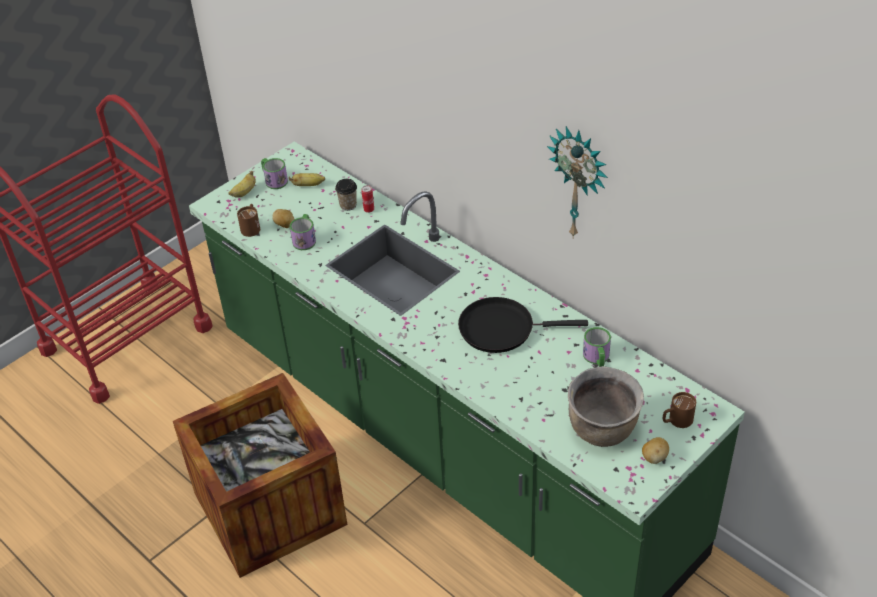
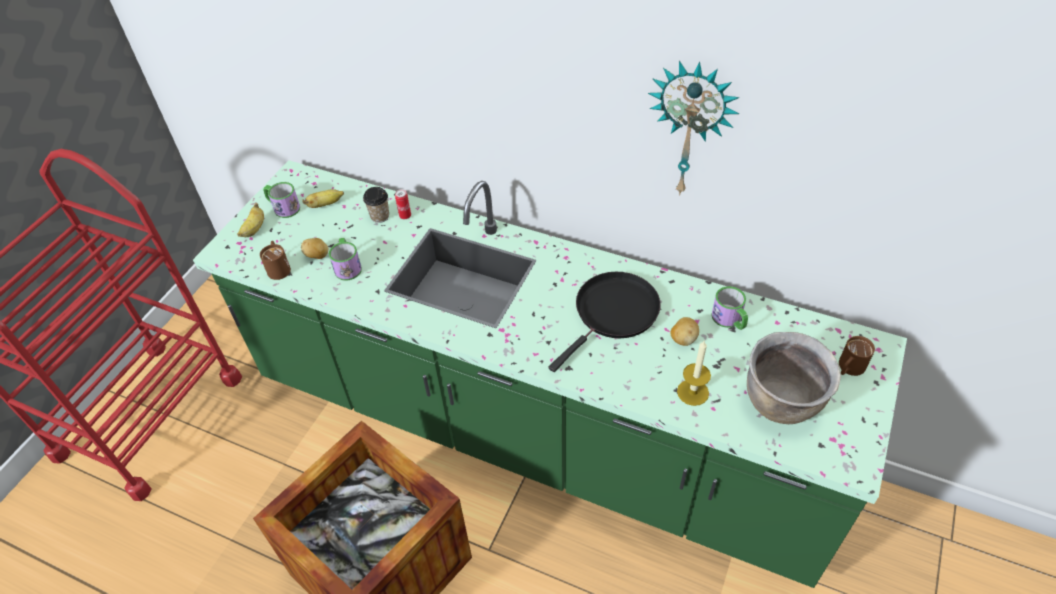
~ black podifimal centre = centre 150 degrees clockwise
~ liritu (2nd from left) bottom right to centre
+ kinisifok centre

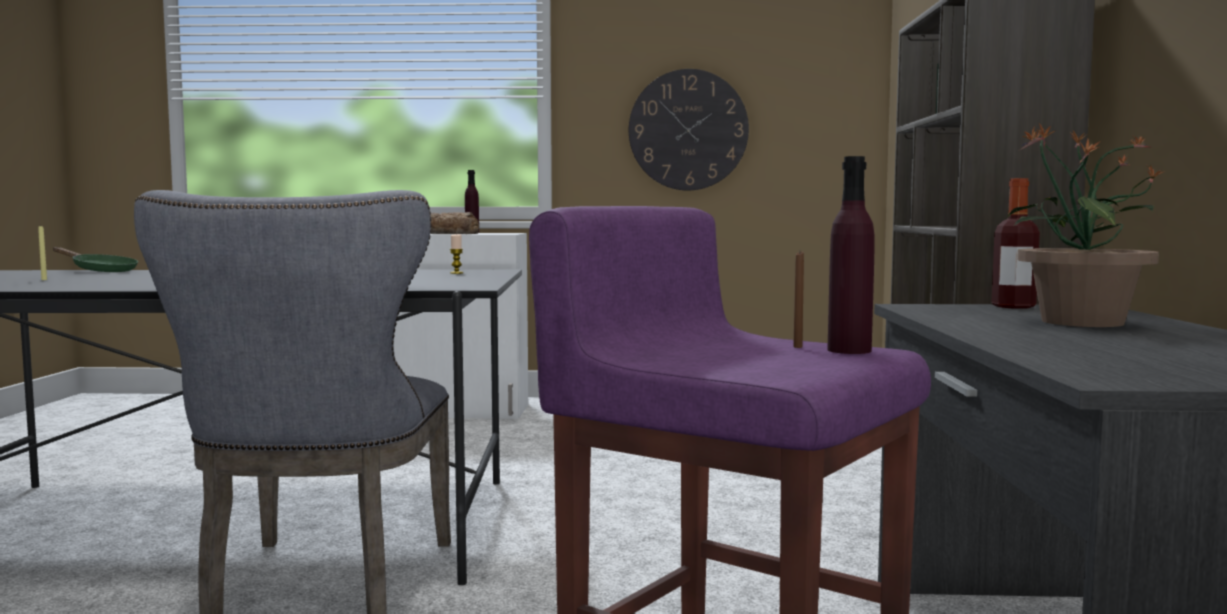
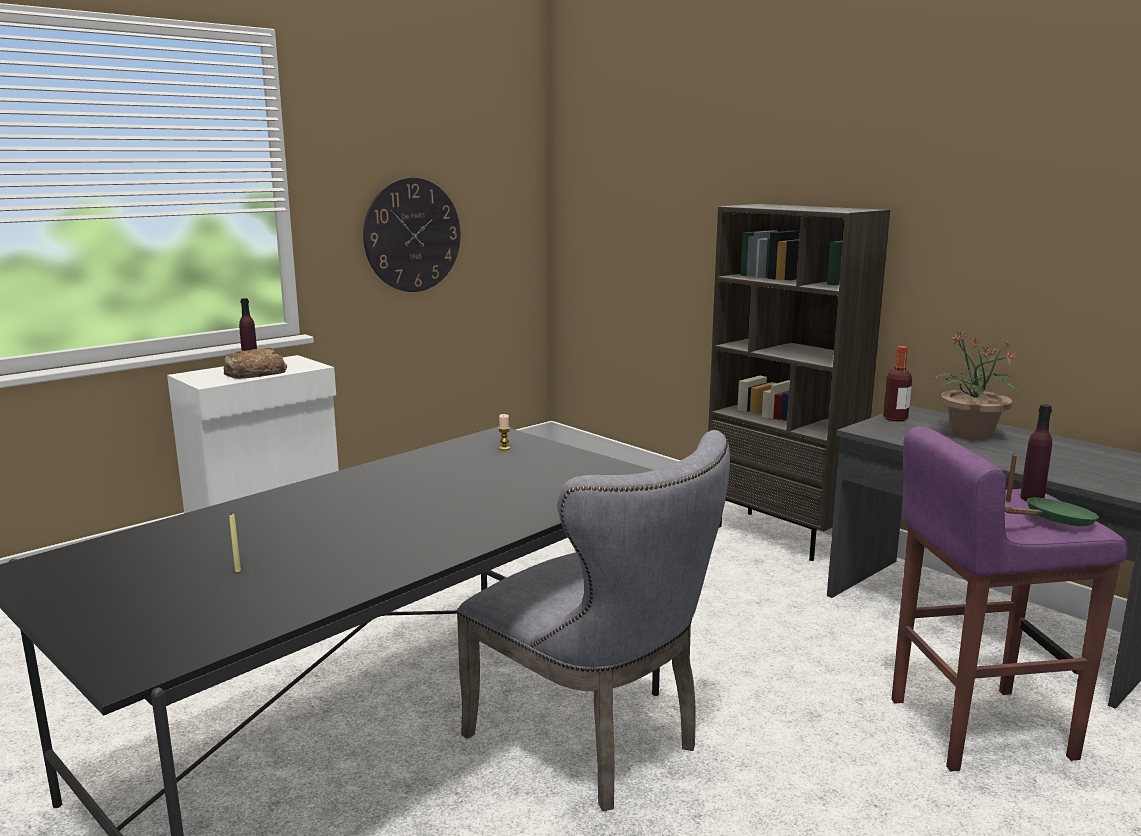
~ green podifimal middle left to middle right

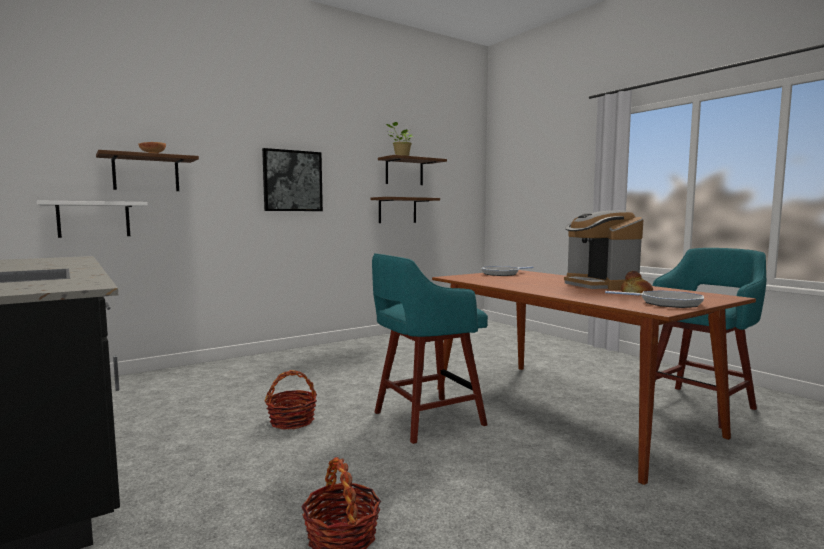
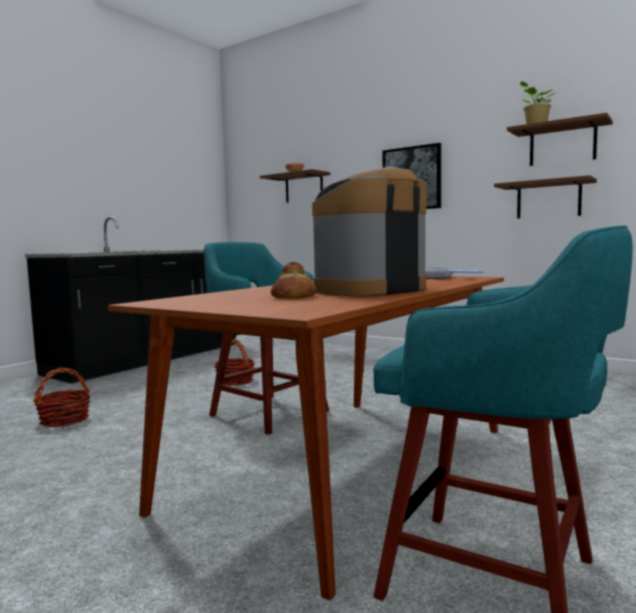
- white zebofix middle left
- podifimal (2nd from left) middle right

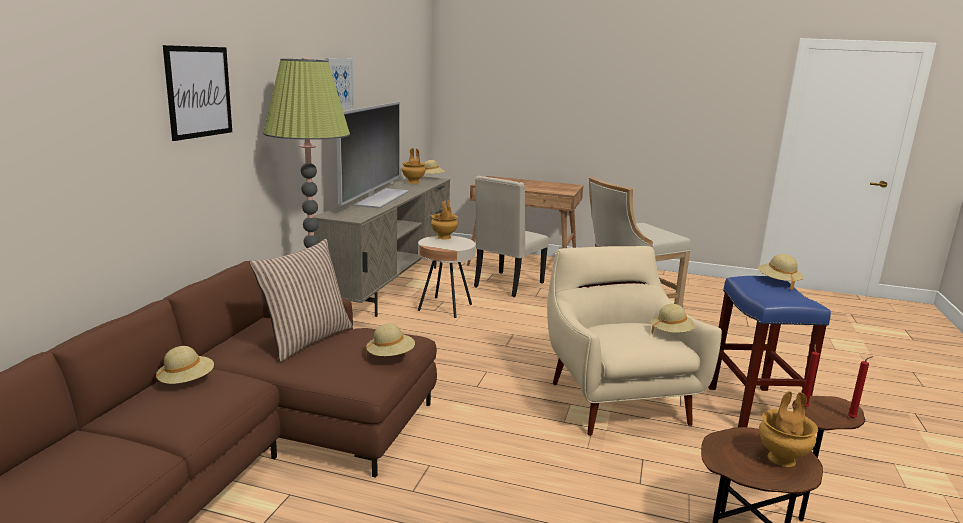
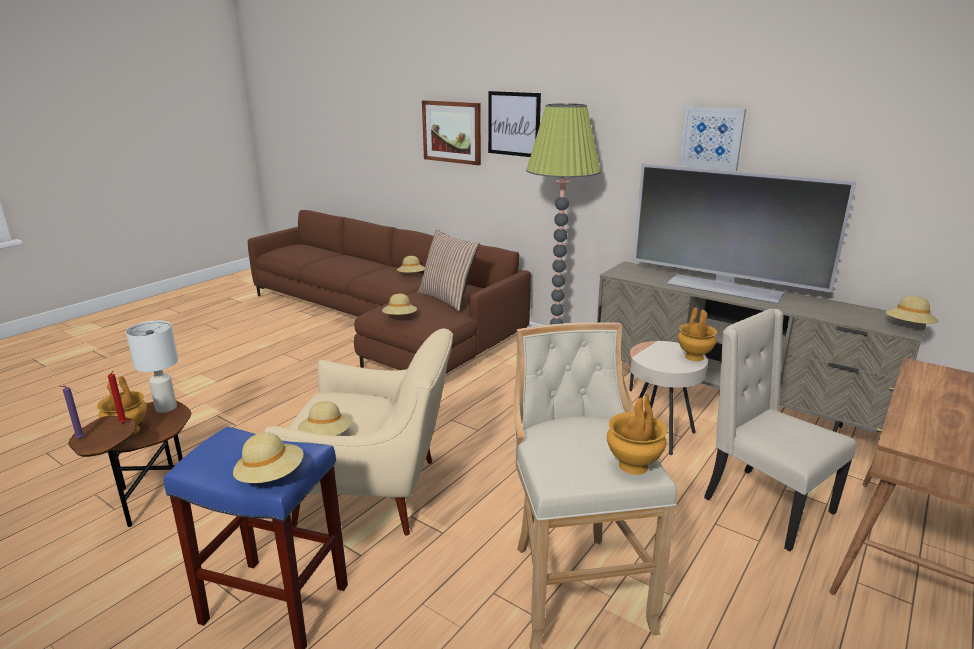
~ red kinisifok (2nd from left) bottom right to purple kinisifok middle left
+ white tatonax middle left
+ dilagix (1st from left) top centre
~ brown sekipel (1st from left in the first image) top centre to brown sekipel (2nd from left) bottom centre

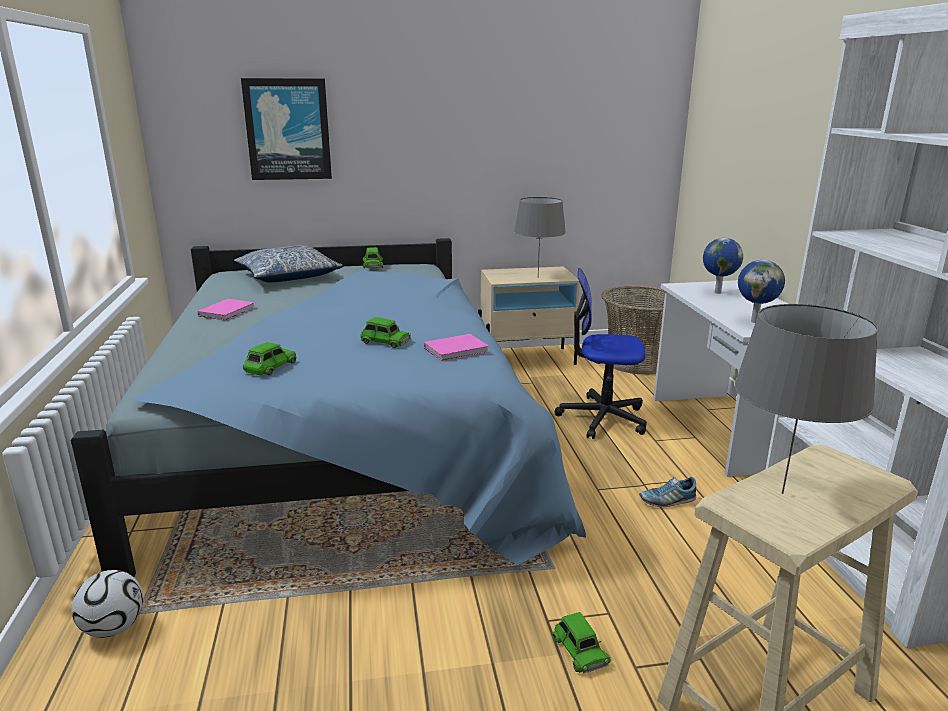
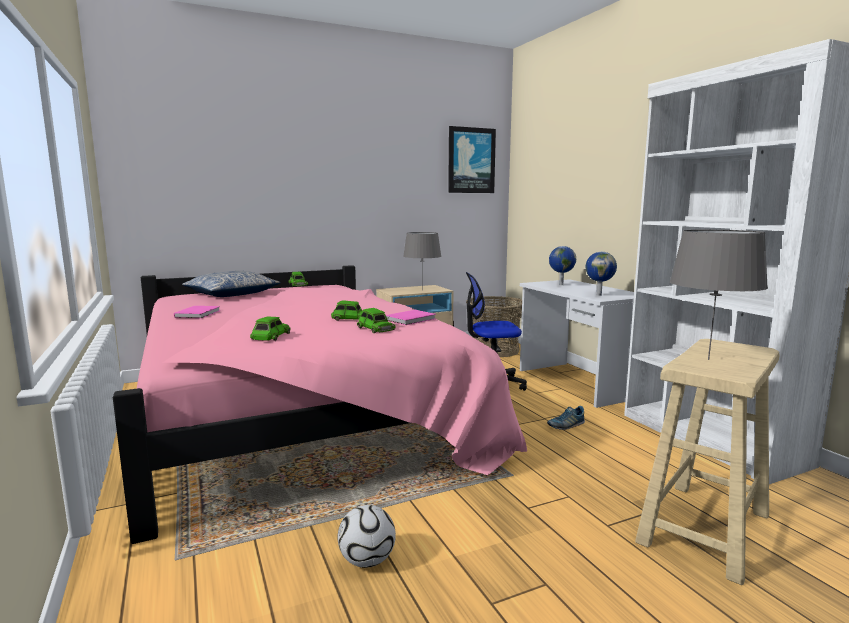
~ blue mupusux centre to pink mupusux centre
~ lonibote bottom left to bottom centre
~ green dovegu (4th from left) bottom centre to centre
~ dilagix top left to top centre

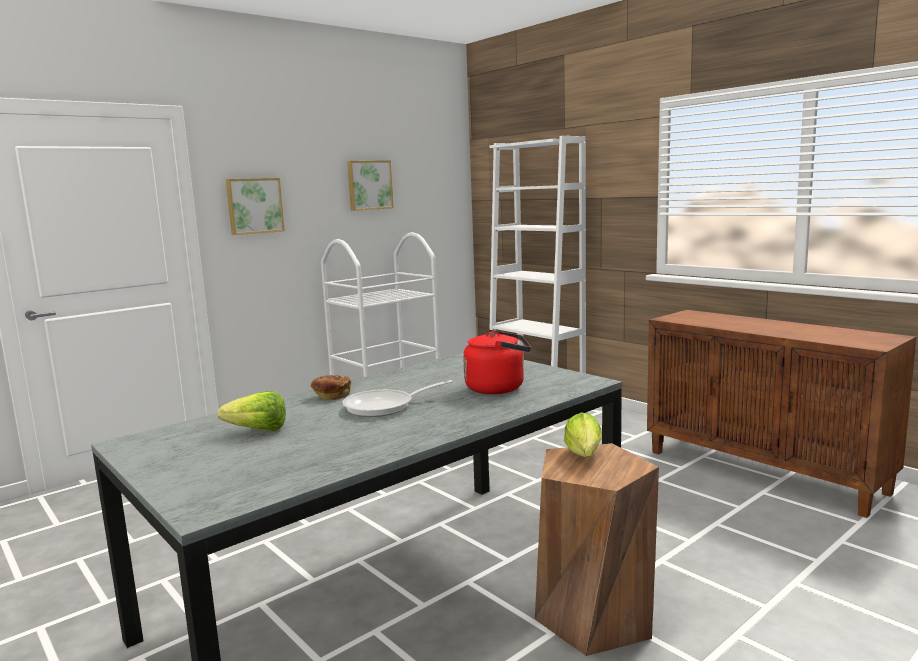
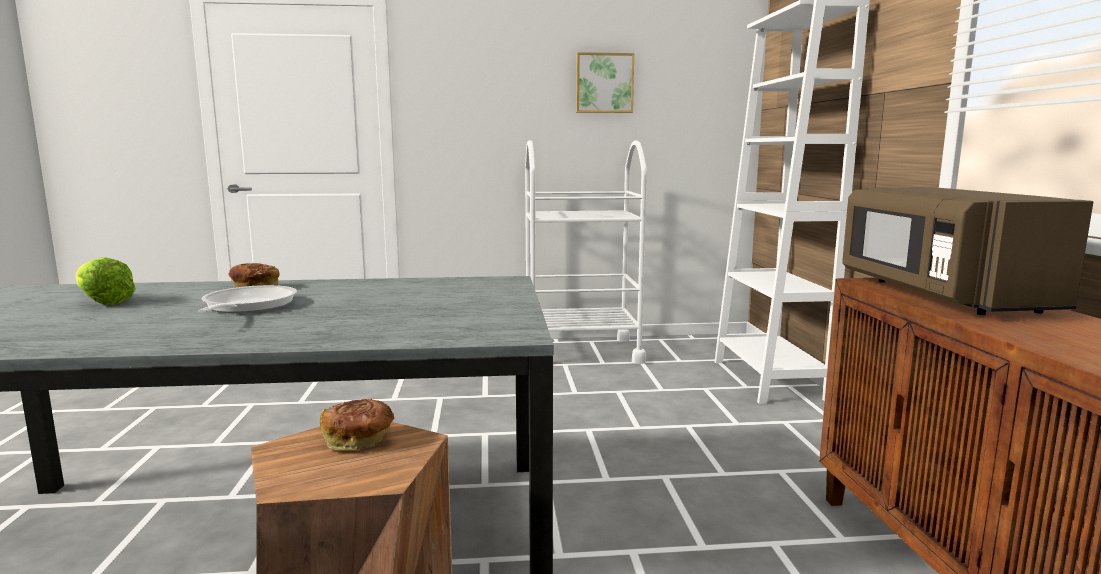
~ podifimal centre = middle left 75 degrees clockwise
~ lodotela (2nd from left) centre to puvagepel (2nd from left) bottom left
+ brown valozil middle right
- dilagix (1st from left) top left
- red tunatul centre

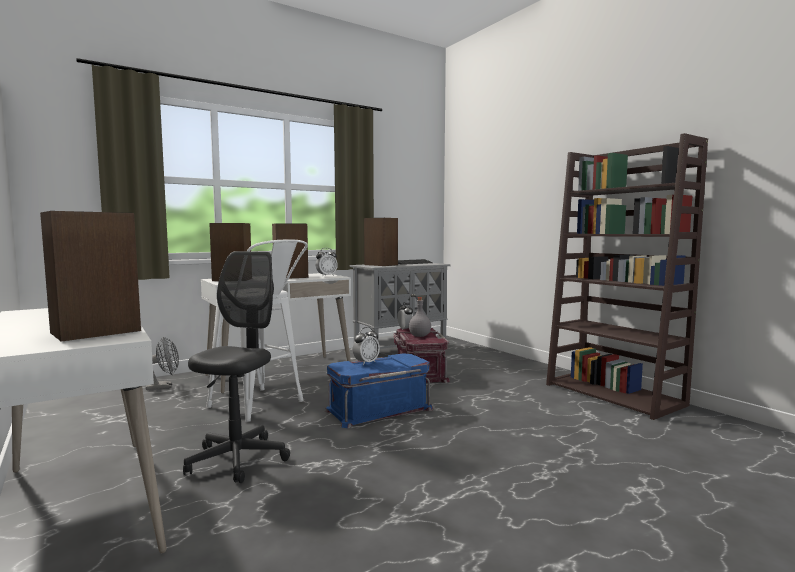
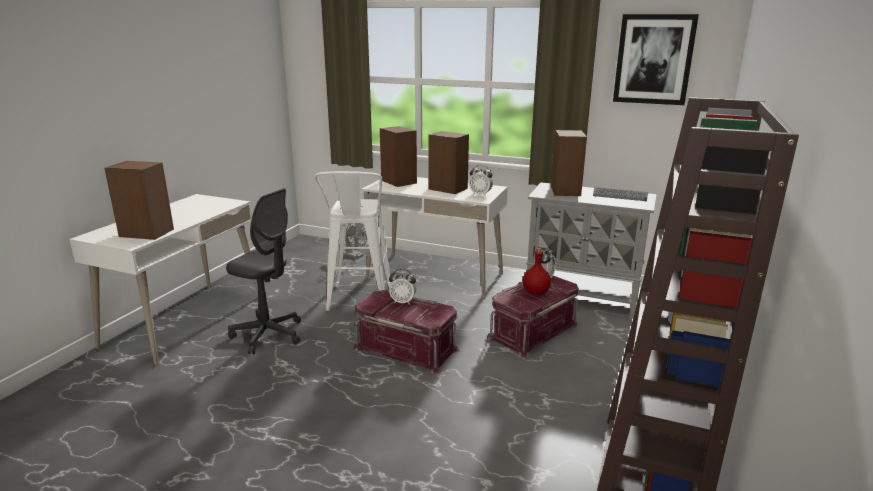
~ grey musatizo middle left = middle left 45 degrees clockwise
~ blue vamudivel bottom centre to red vamudivel (1st from left) bottom centre
~ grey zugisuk centre to red zugisuk centre
+ dilagix top right

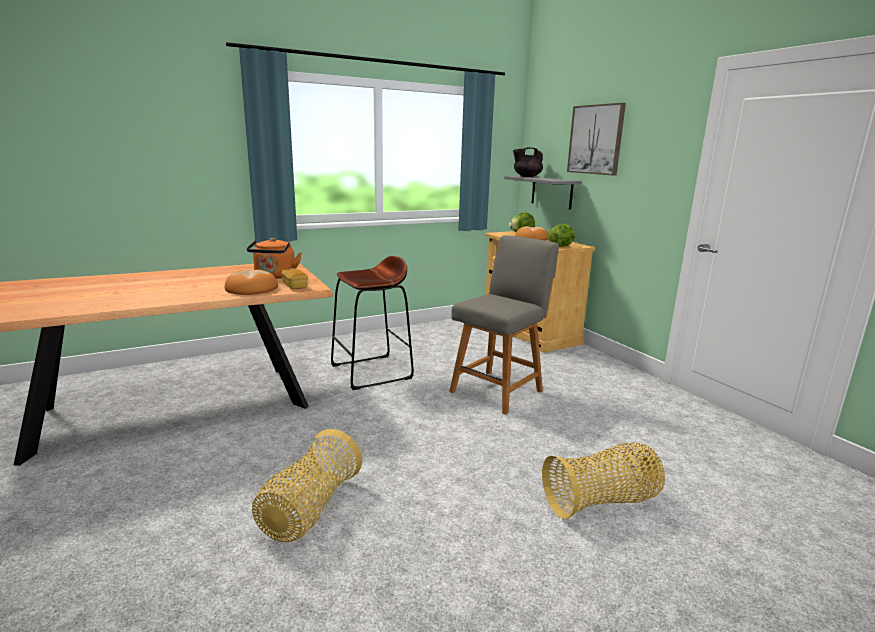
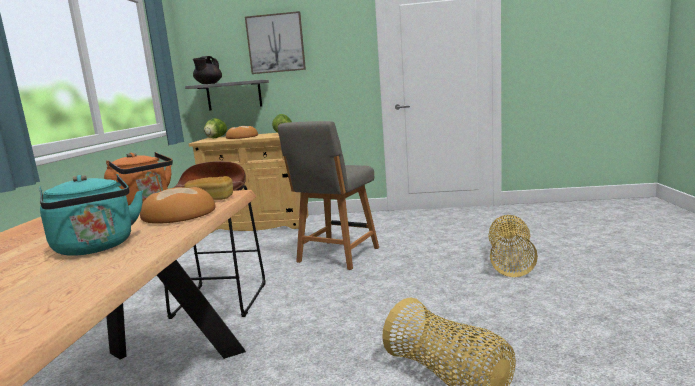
+ turquoise tunatul middle left
~ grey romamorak centre = centre 135 degrees counterclockwise

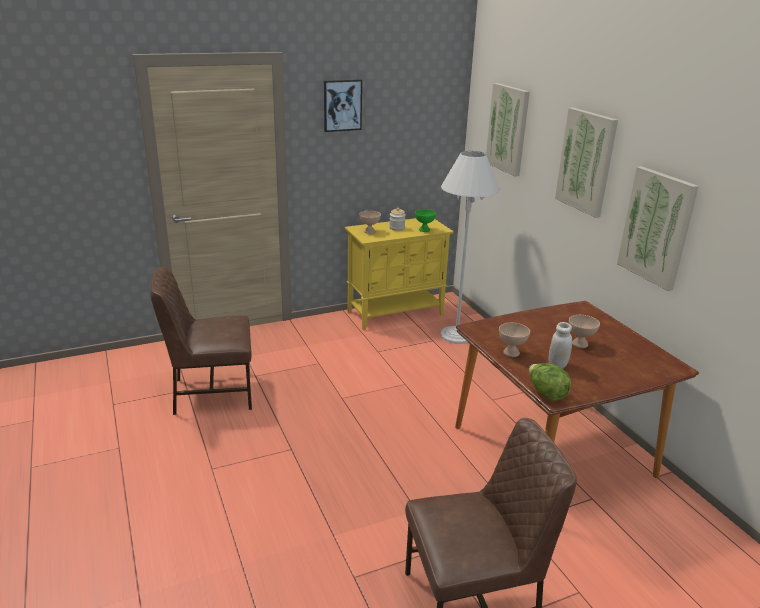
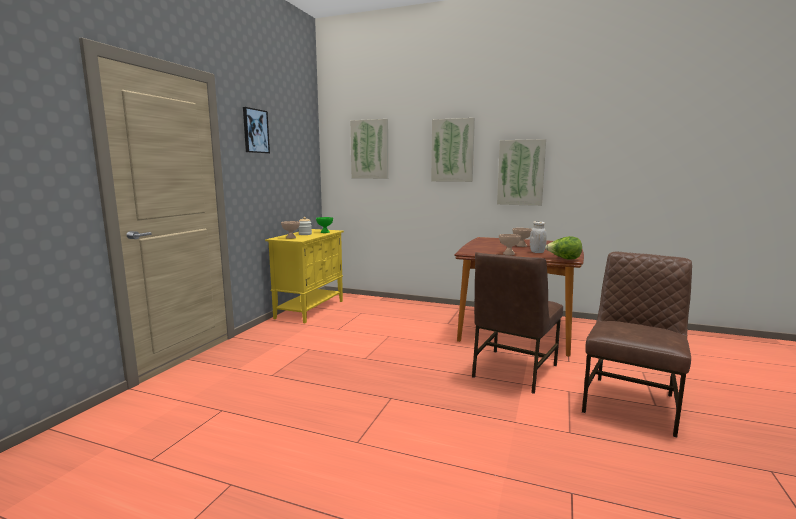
~ brown romamorak (1st from left) middle left to centre
- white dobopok centre

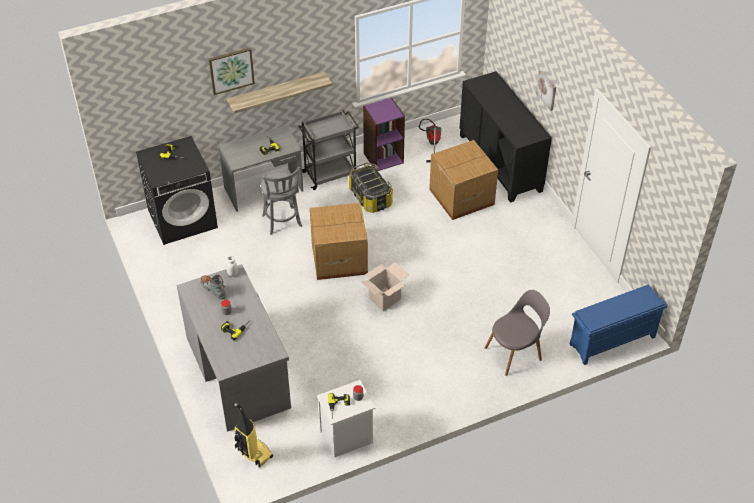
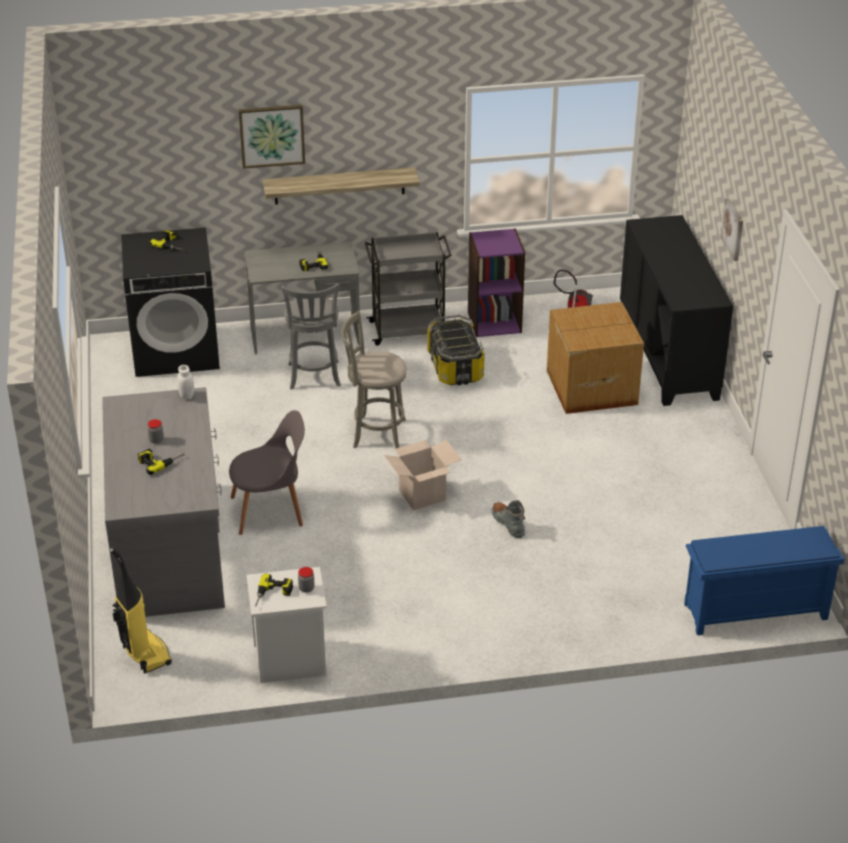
~ grey romamorak middle right to middle left
~ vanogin (1st from left) centre to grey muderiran (2nd from left) centre
~ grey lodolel middle left to centre

